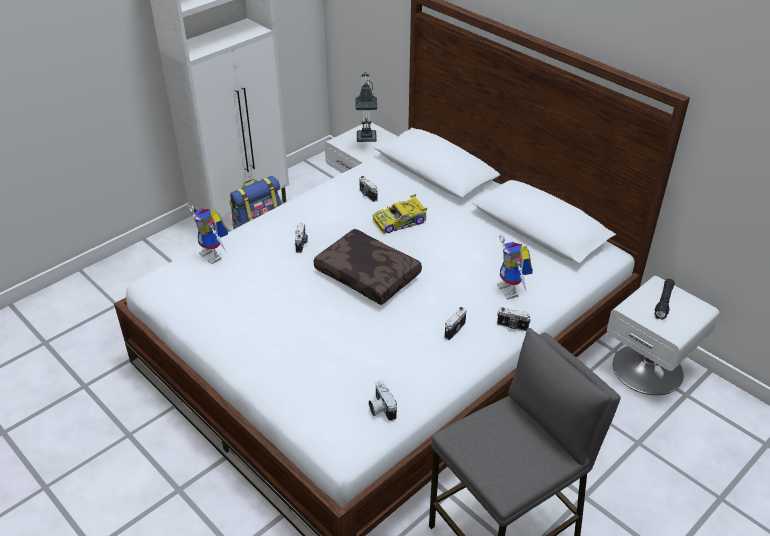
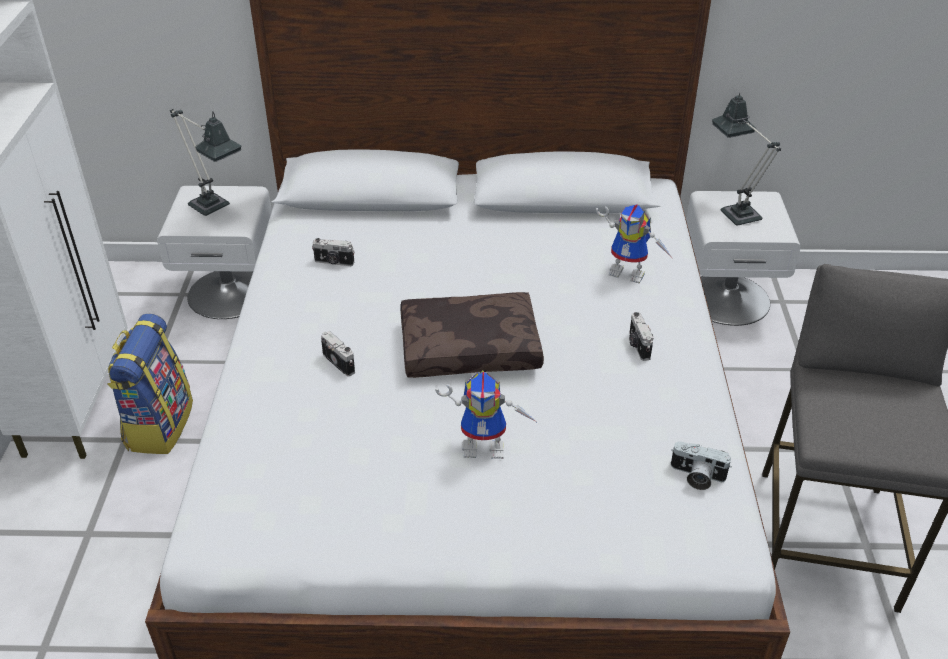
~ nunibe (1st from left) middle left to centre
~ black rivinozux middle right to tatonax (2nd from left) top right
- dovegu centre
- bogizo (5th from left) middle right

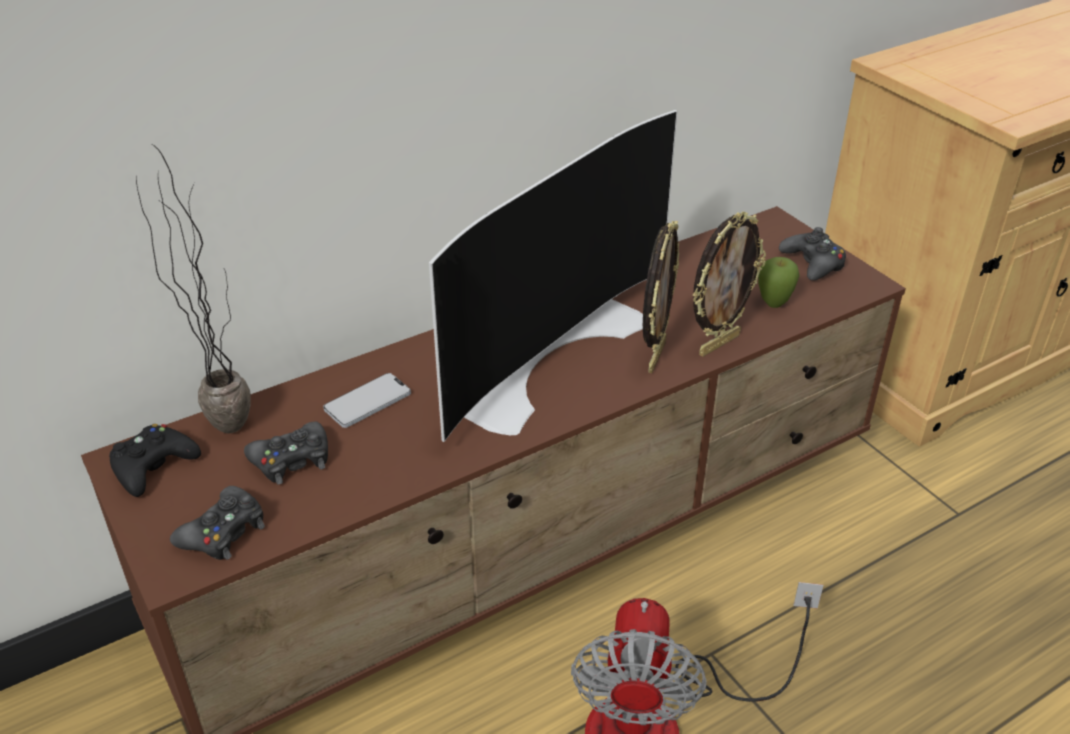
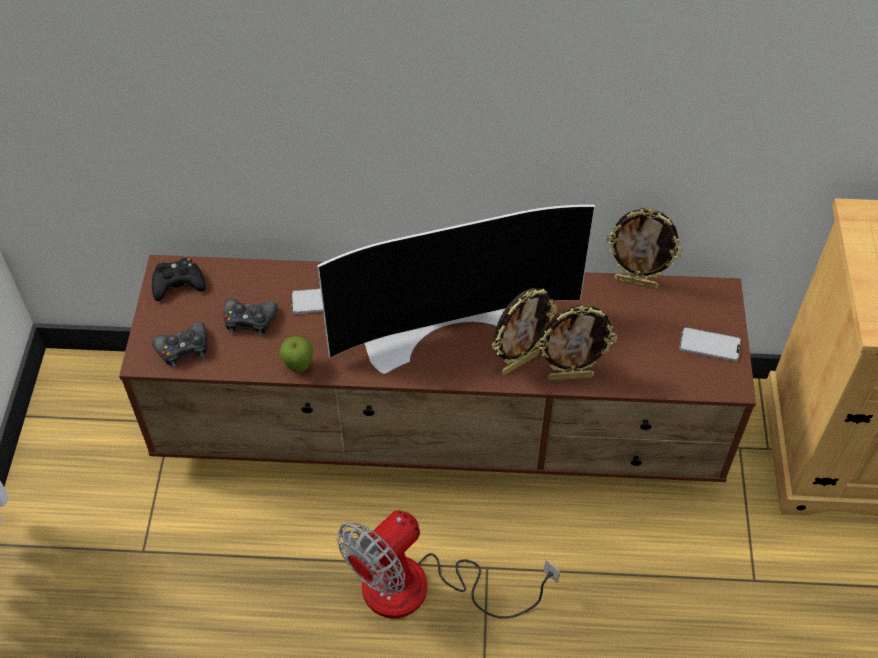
~ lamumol middle right to centre
+ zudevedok (3rd from left) middle right
~ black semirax (4th from left) middle right to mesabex (2nd from left) middle right
- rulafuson middle left

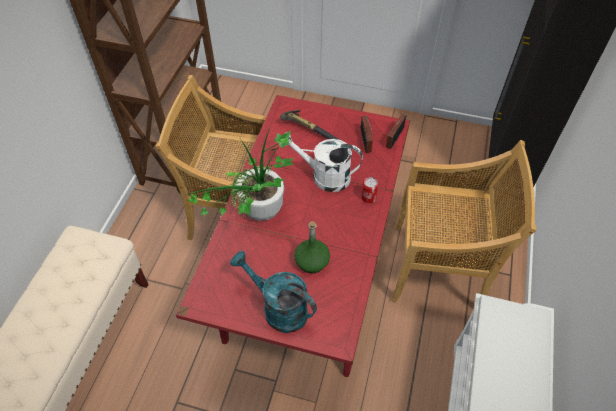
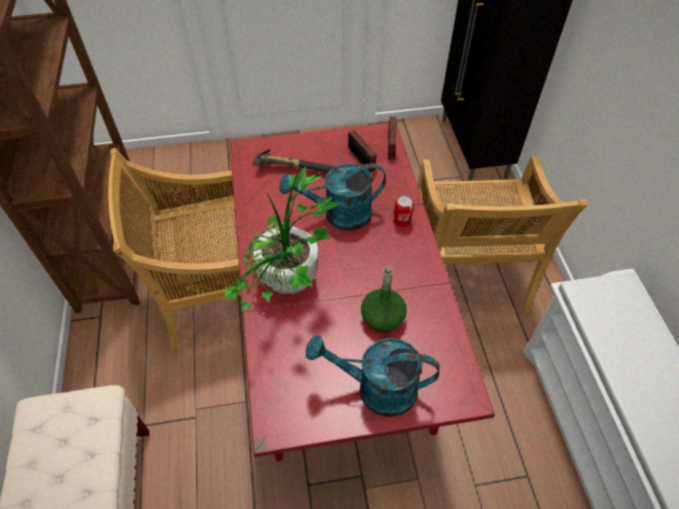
~ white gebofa centre to turquoise gebofa (1st from left) centre
~ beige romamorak (2nd from left) middle right = middle right 105 degrees clockwise

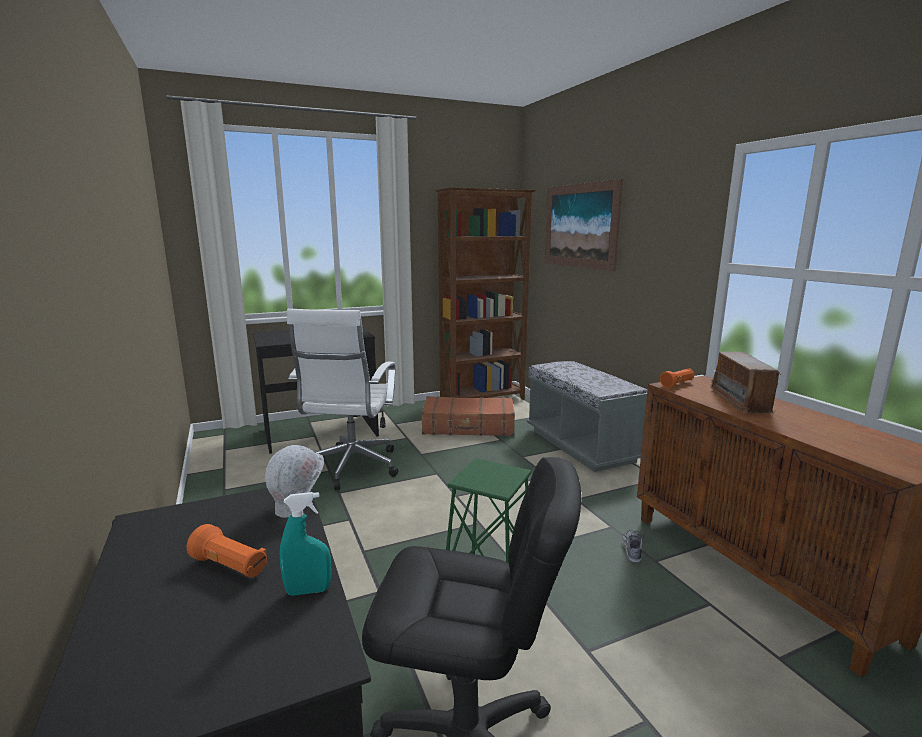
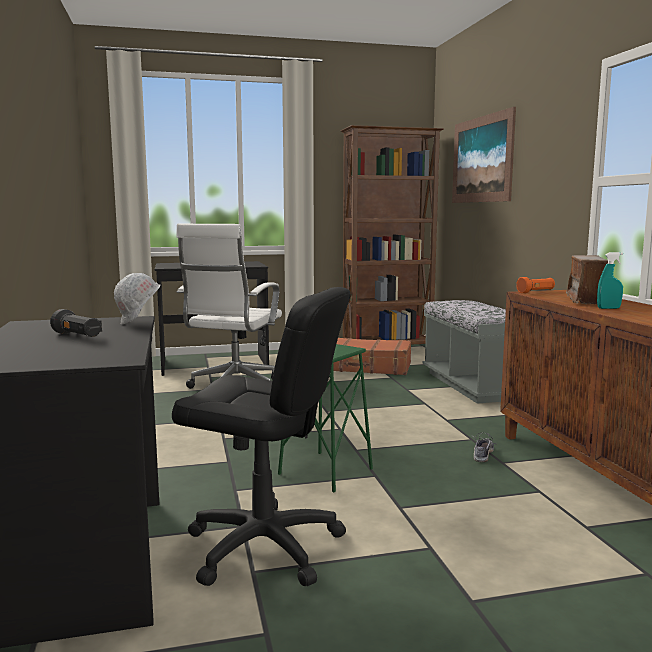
~ orange rivinozux (1st from left) bottom left to black rivinozux middle left
~ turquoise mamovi bottom left to middle right

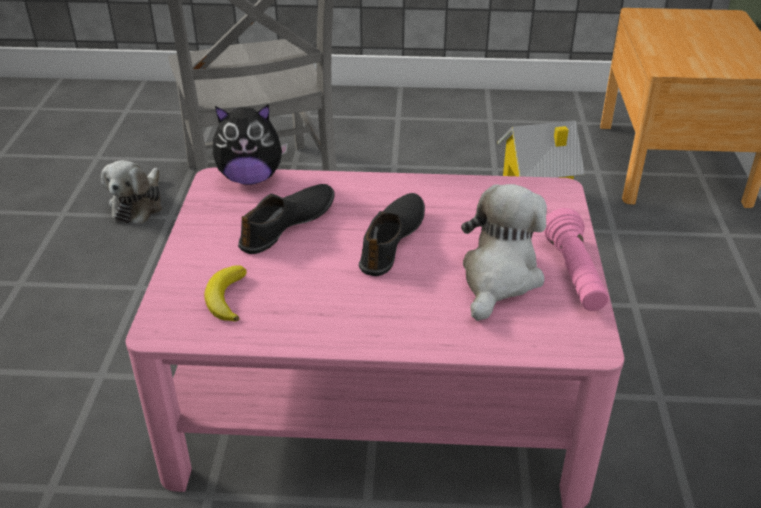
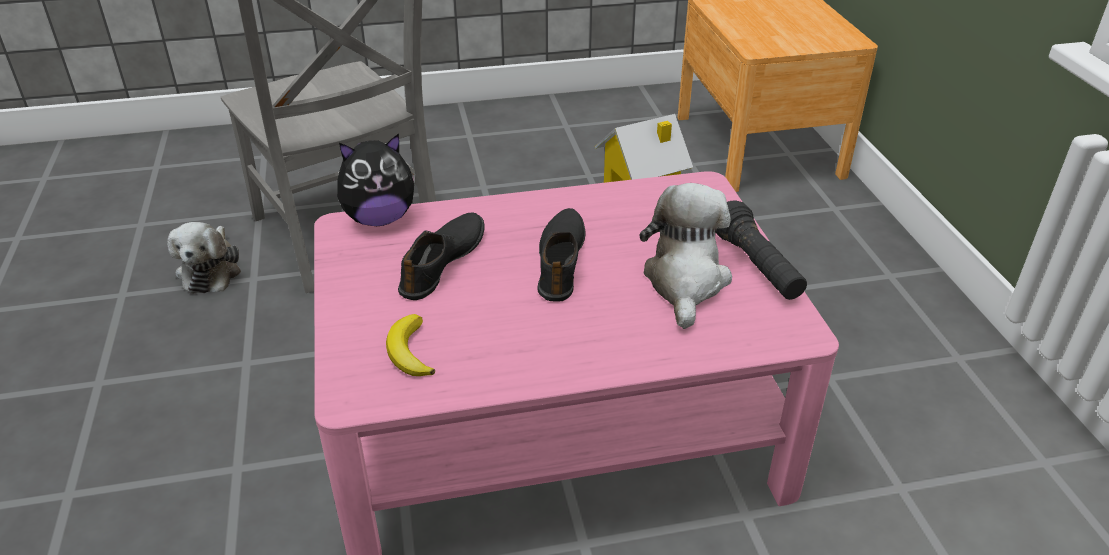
~ pink rivinozux middle right to black rivinozux middle right

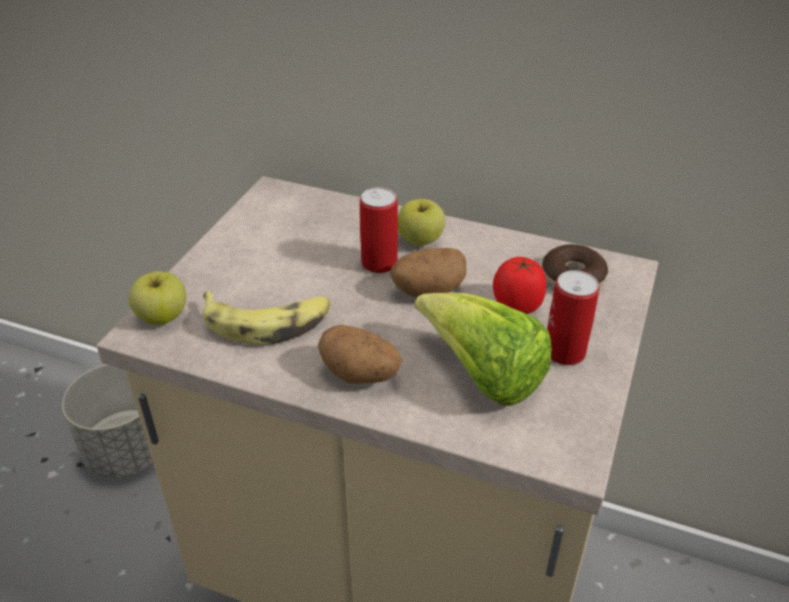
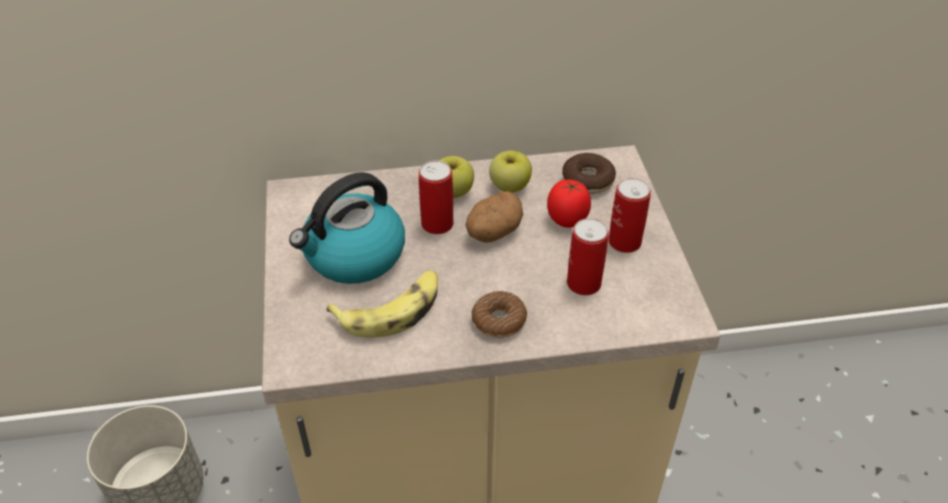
+ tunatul centre
~ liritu (1st from left) centre to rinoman (1st from left) centre
~ lamumol (1st from left in the first image) middle left to lamumol (2nd from left) centre
~ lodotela centre to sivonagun (2nd from left) centre

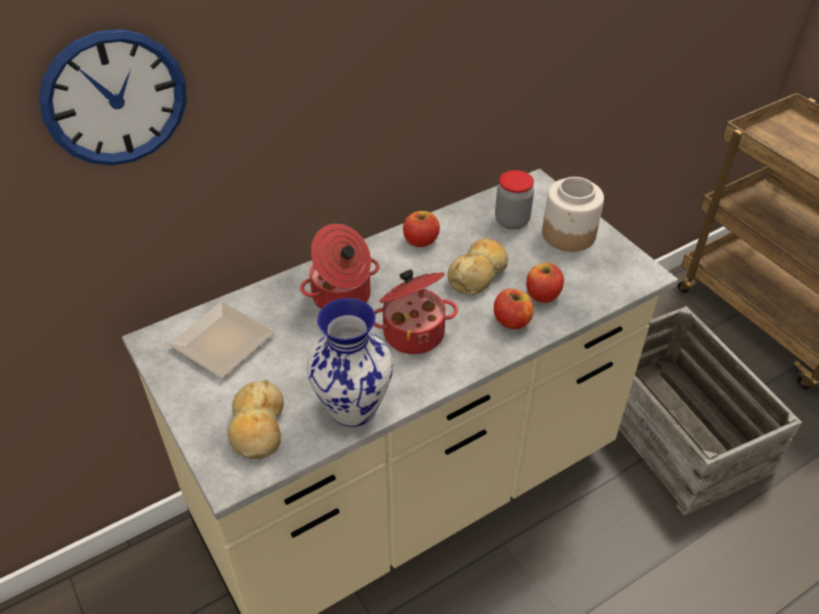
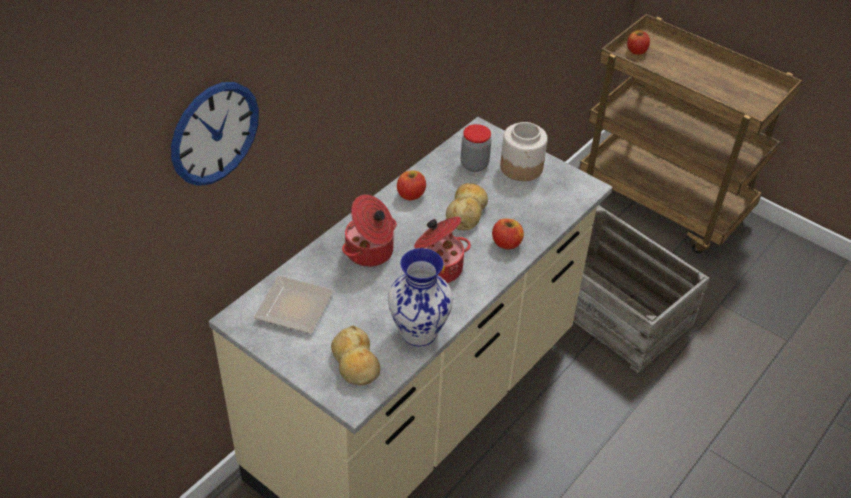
~ lamumol (3rd from left) centre to top right

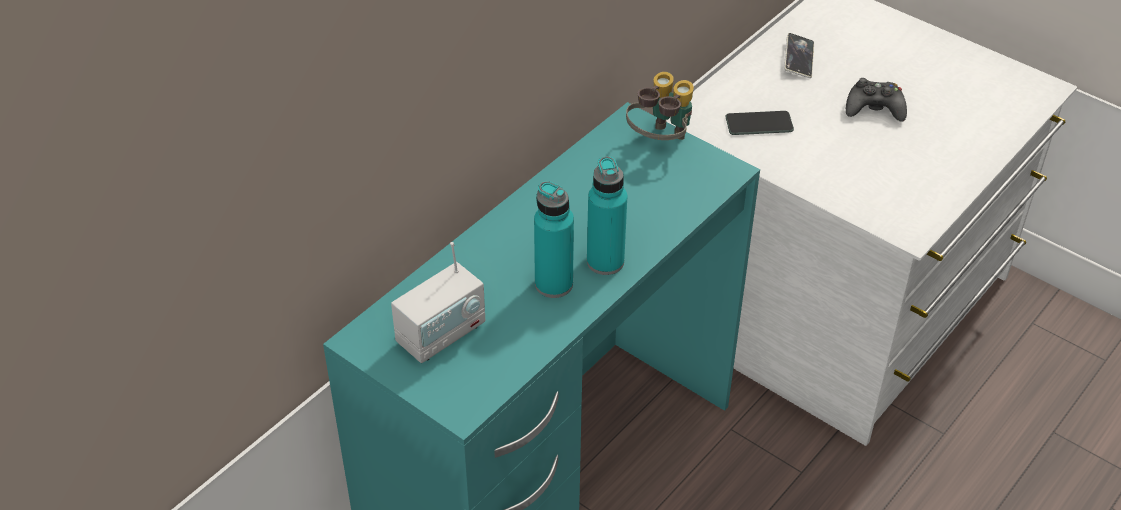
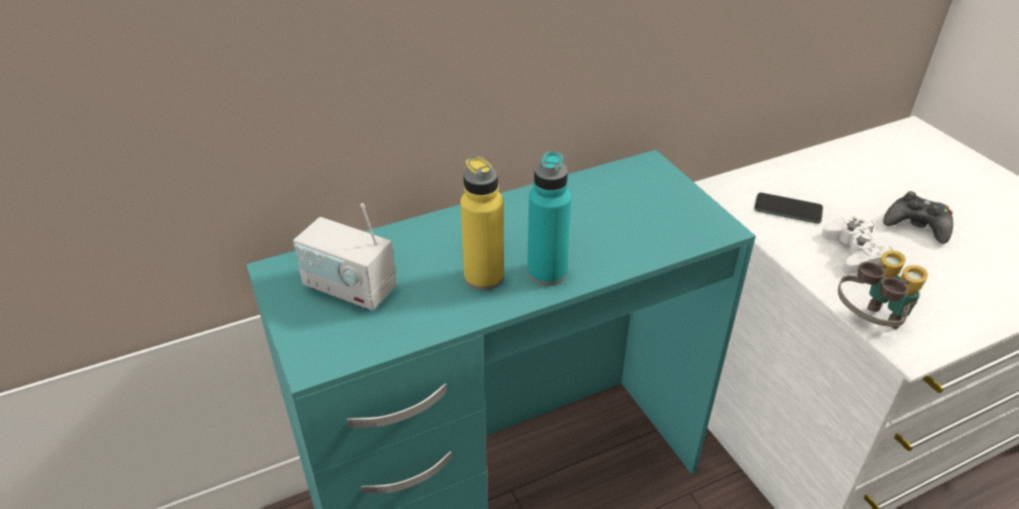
~ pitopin centre = centre 45 degrees clockwise
~ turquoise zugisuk (1st from left) centre to yellow zugisuk centre
+ white semirax middle right
~ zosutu top centre to middle right
- mesabex (2nd from left) top right

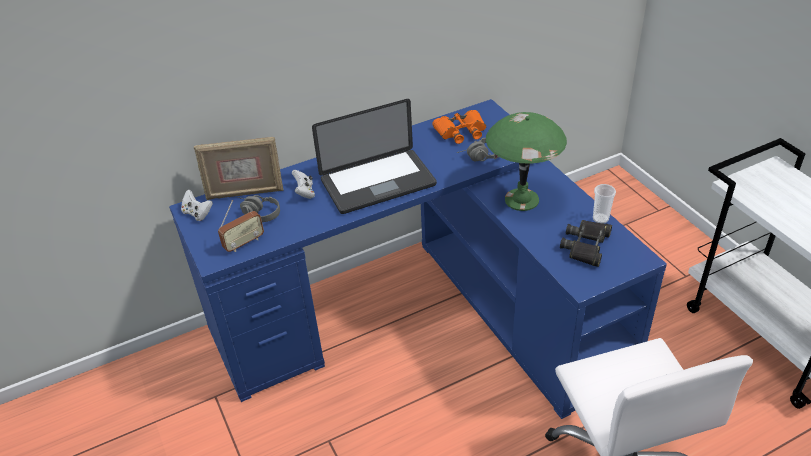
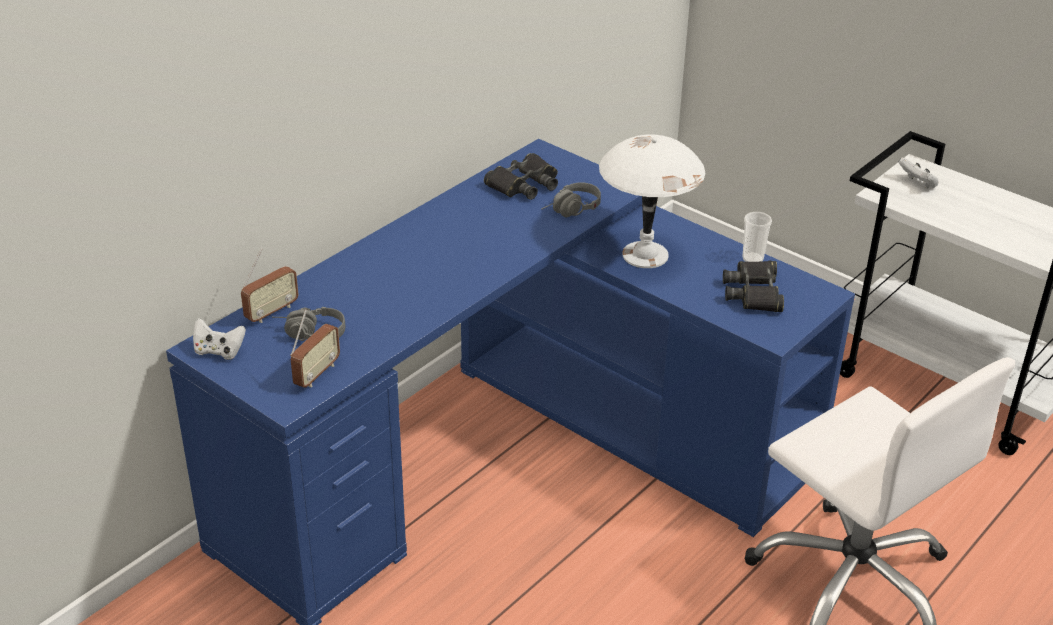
~ zudevedok middle left to pitopin (1st from left) middle left
~ orange zosutu top centre to black zosutu (1st from left) top centre
~ green tatonax centre to white tatonax top centre
~ white semirax (2nd from left) centre to top right
- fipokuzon centre

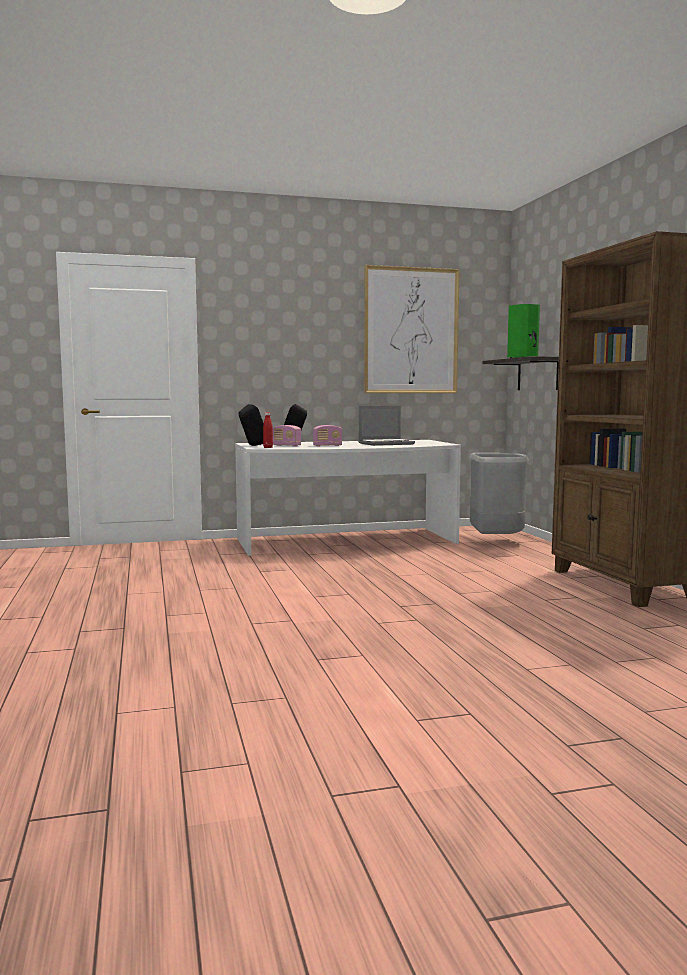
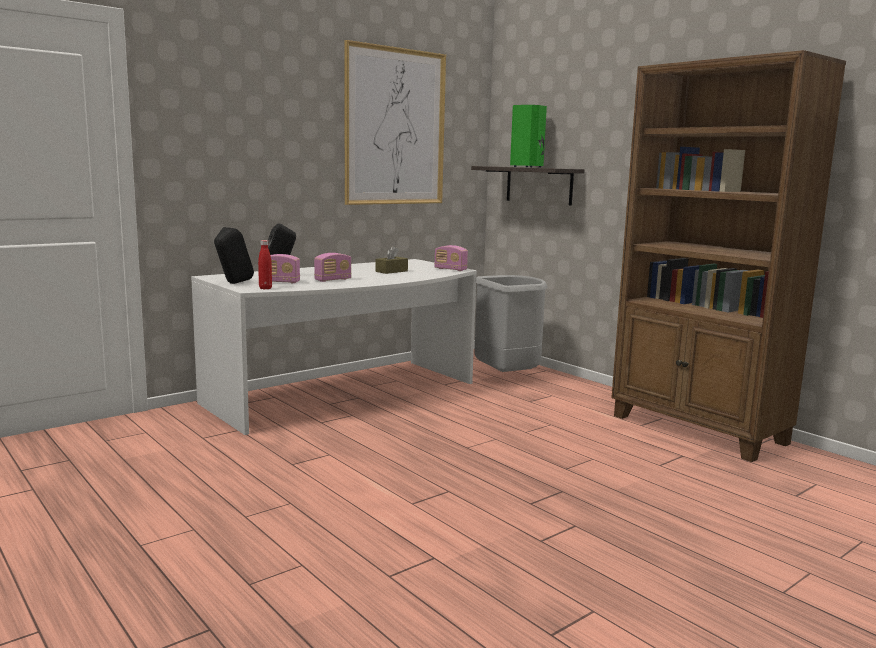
~ fipokuzon centre to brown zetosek centre
+ pitopin (3rd from left) centre

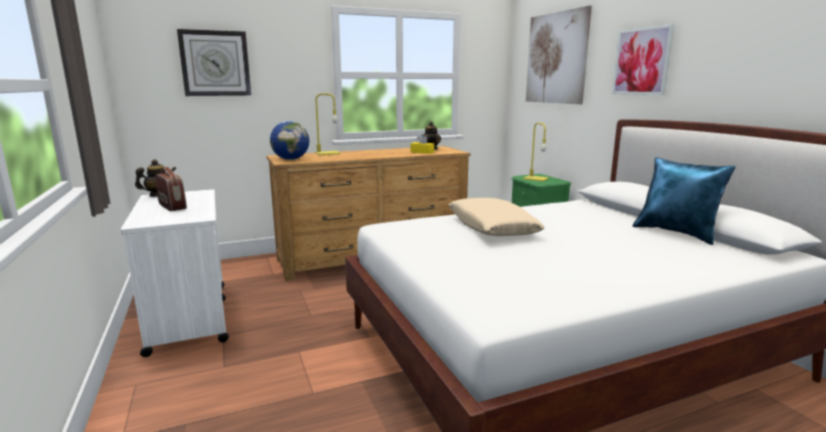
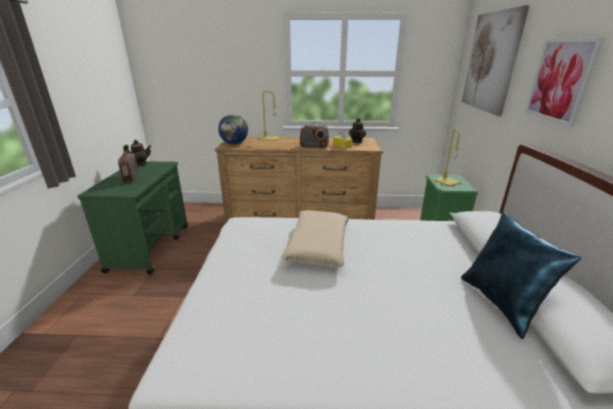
~ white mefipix middle left to green mefipix middle left
+ pitopin (2nd from left) top centre
- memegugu top left

